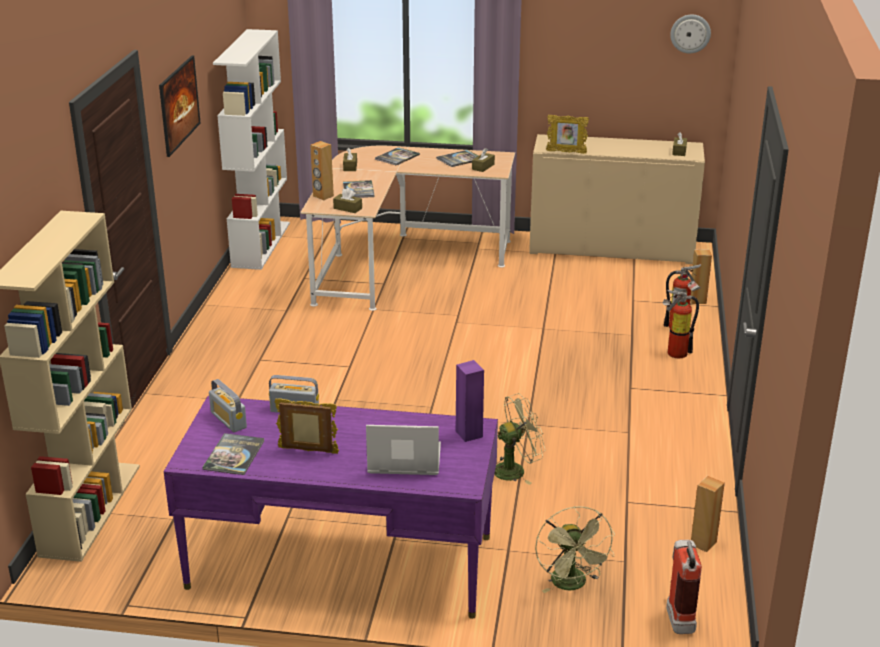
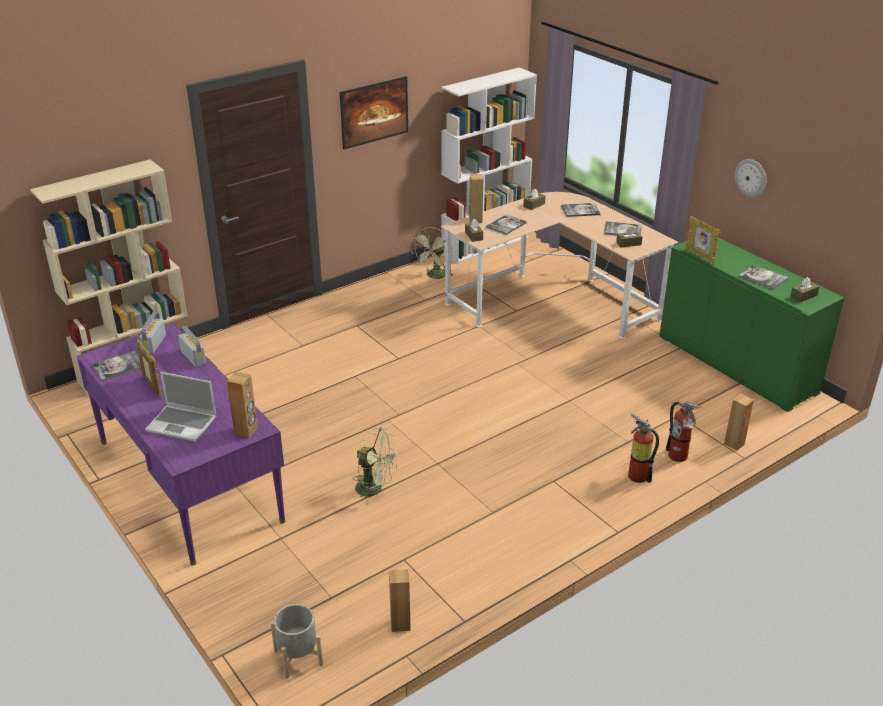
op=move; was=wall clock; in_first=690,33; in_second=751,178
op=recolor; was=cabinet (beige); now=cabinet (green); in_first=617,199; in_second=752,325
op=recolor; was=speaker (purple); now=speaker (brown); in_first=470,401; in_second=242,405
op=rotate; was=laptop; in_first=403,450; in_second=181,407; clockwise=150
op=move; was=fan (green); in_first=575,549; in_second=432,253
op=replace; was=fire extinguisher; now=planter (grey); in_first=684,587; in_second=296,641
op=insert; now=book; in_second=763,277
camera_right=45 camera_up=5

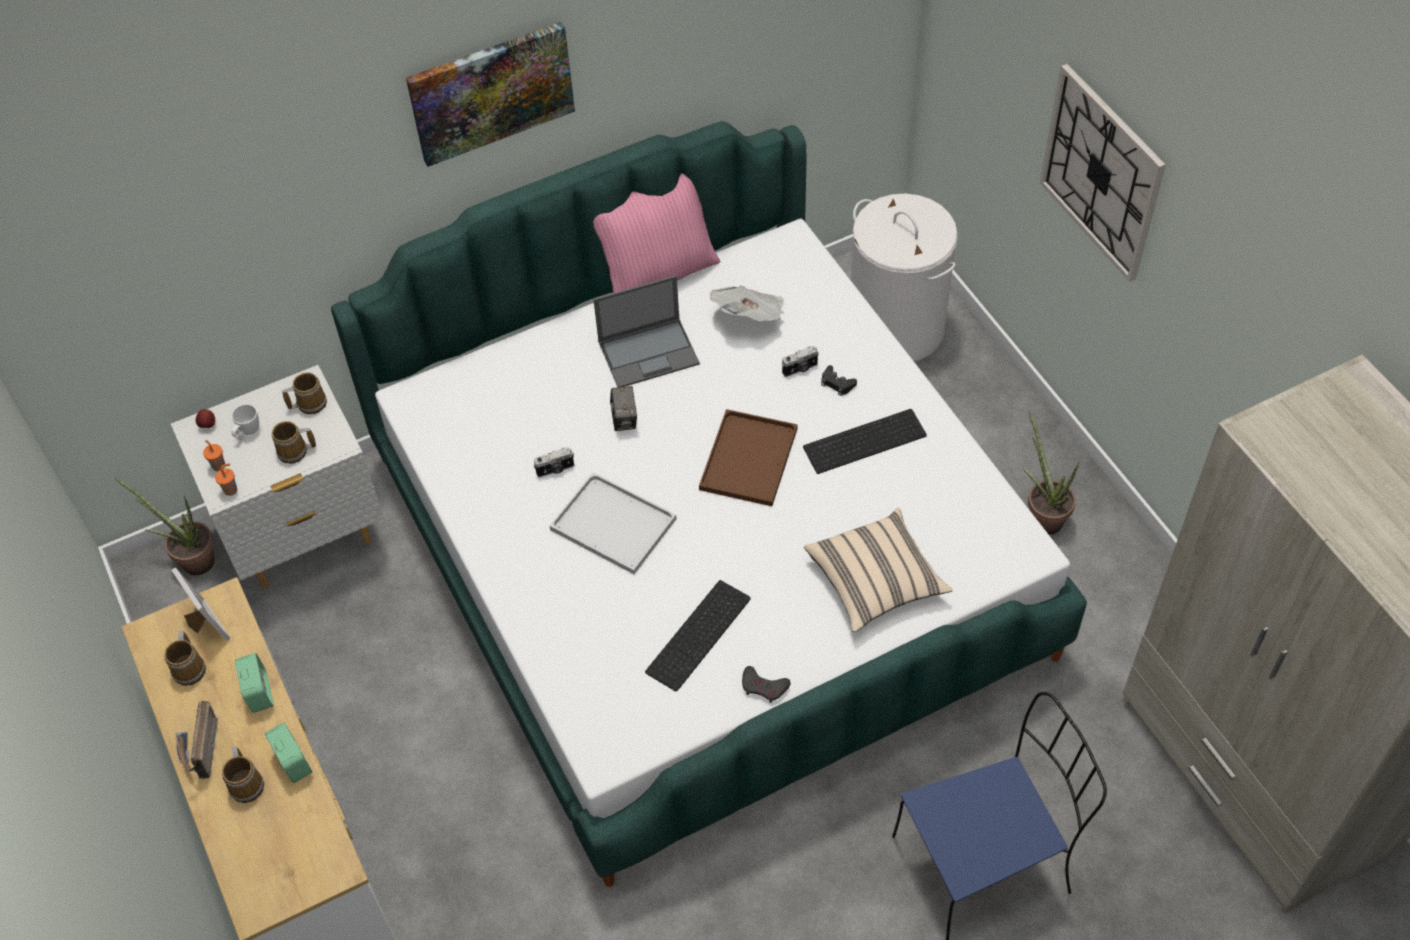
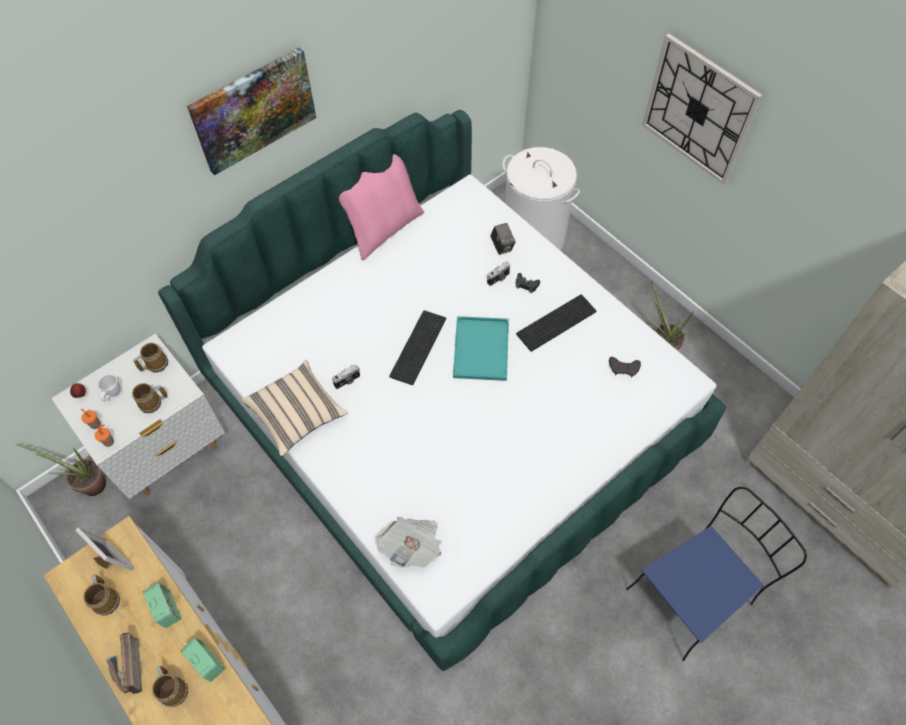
op=delete; was=laptop; in_first=646,331
op=move; was=newspaper; in_first=747,303; in_second=408,542
op=move; was=photo camera; in_first=623,408; in_second=503,239
op=recolor; was=tray (brown); now=tray (turquoise); in_first=748,457; in_second=481,348
op=delete; was=tray (white); in_first=613,523
op=move; was=pillow (beige); in_first=878,570; in_second=295,408
op=move; was=keyboard; in_first=698,635; in_second=417,347
op=move; was=game controller (grey); in_first=766,684; in_second=625,367
camera_right=-15 camera_up=5

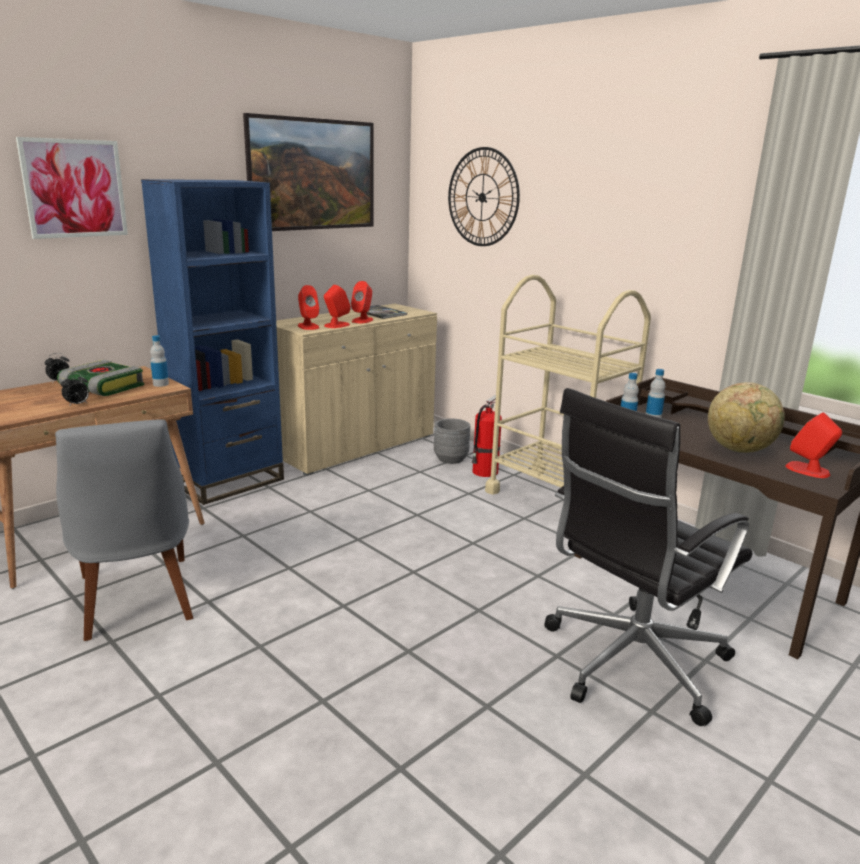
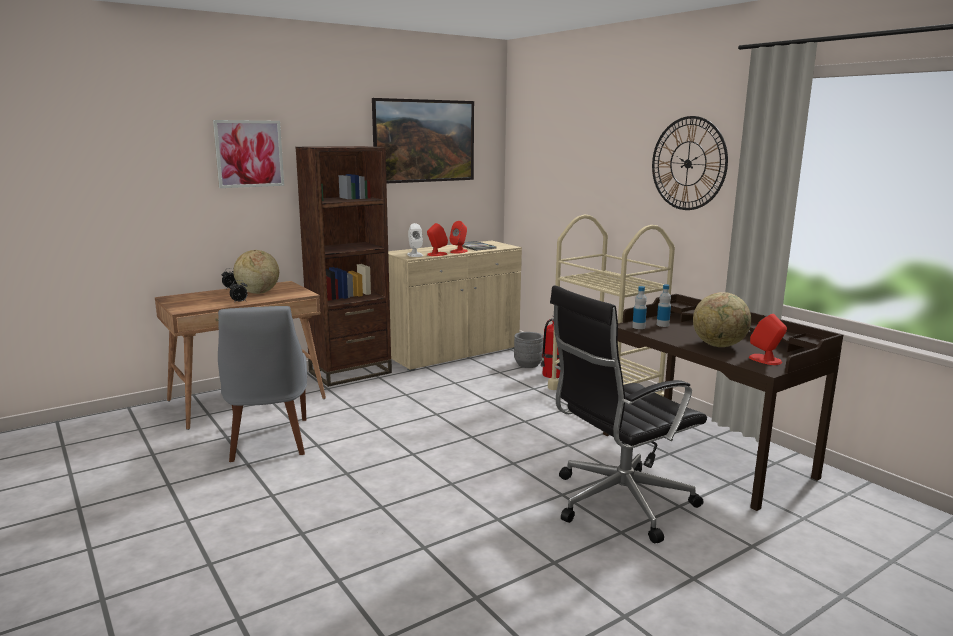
op=move; was=wall clock; in_first=484,196; in_second=690,163
op=recolor; was=bookcase (blue); now=bookcase (brown); in_first=212,342; in_second=344,266
op=recolor; was=speaker (red); now=speaker (white); in_first=308,307; in_second=415,240
op=delete; was=bottle; in_first=159,361
op=replace; was=book; now=globe; in_first=100,378; in_second=256,272
camera_right=10 camera_up=-5

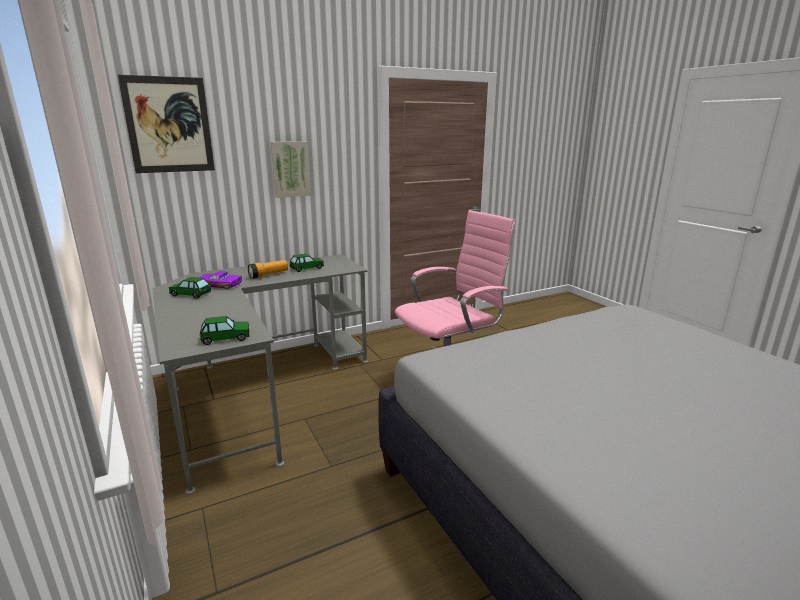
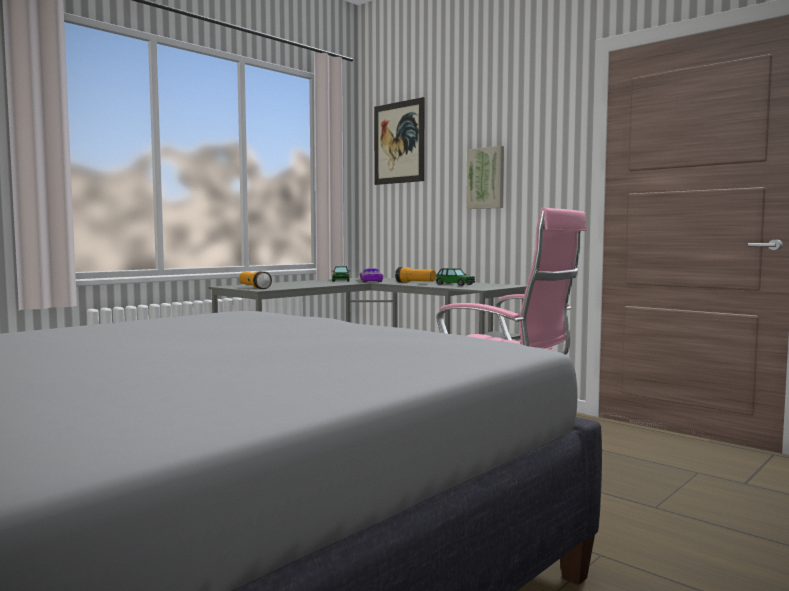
op=replace; was=toy car; now=flashlight; in_first=224,330; in_second=255,280
camera_right=70 camera_up=-15

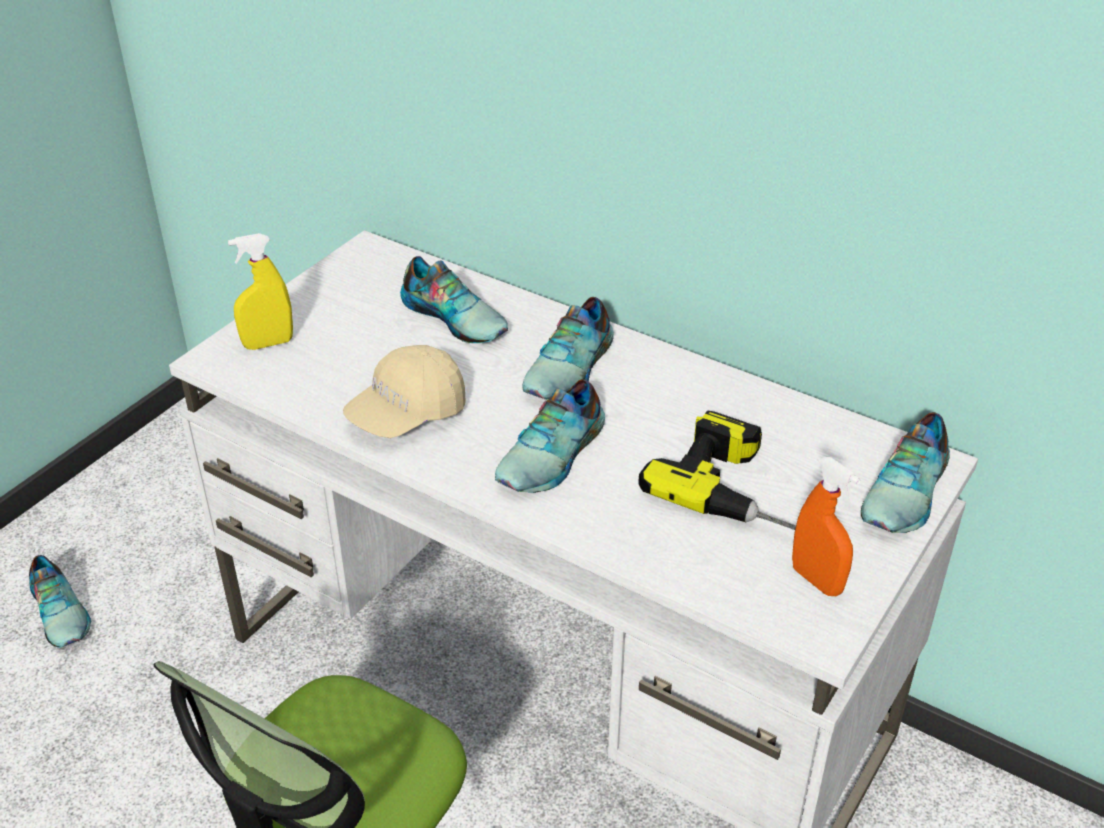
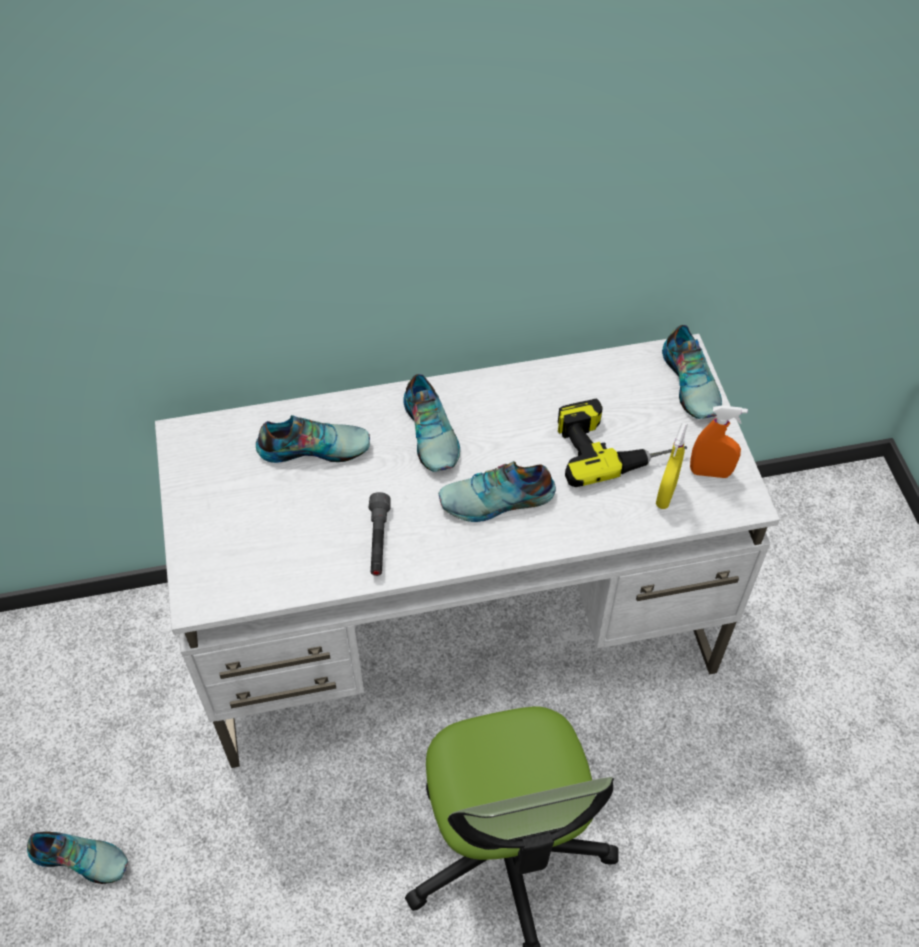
op=move; was=spray bottle (yellow); in_first=260,291; in_second=672,465
op=replace; was=cap (beige); now=flashlight (grey); in_first=404,391; in_second=379,534
op=rotate; was=shoe; in_first=550,436; in_second=497,491; clockwise=90
camera_right=-45 camera_up=15

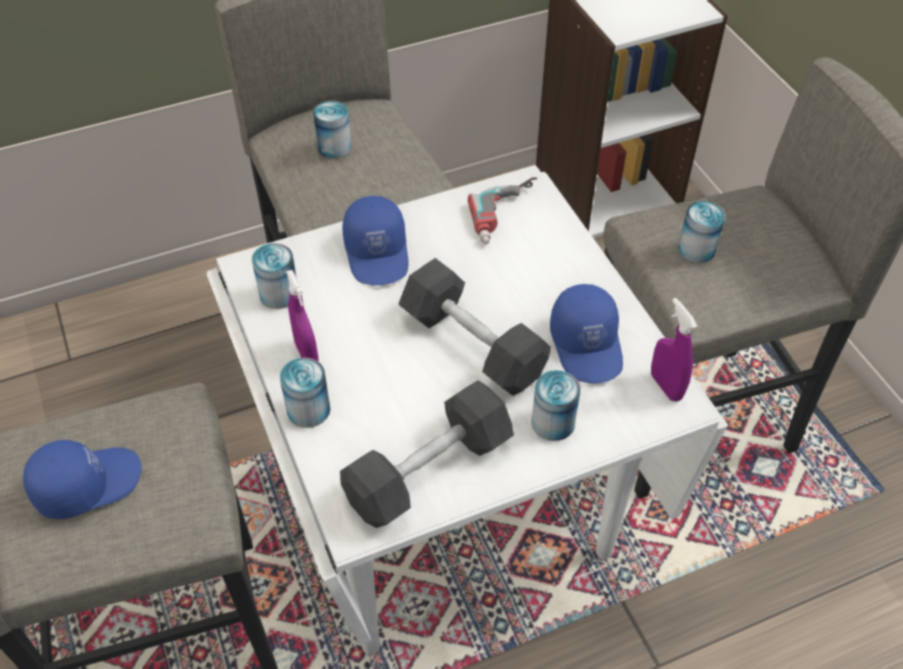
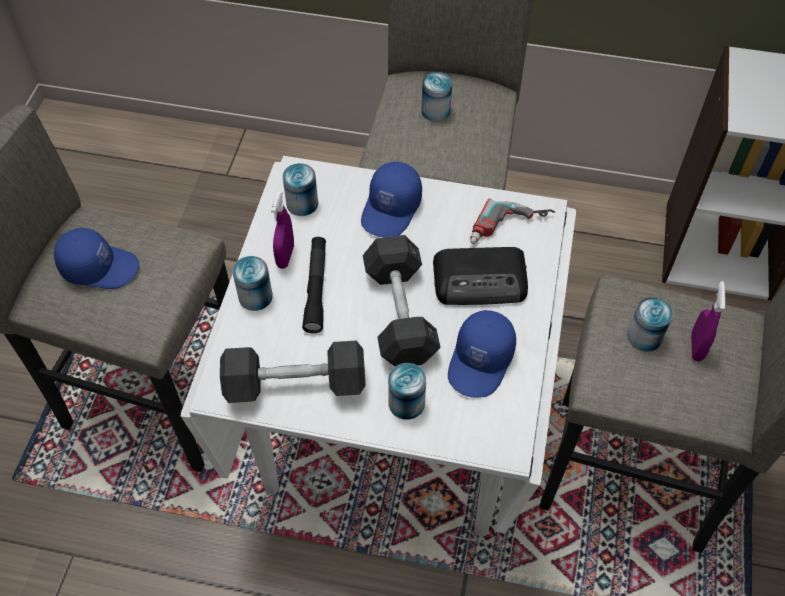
op=move; was=spray bottle (purple); in_first=674,349; in_second=708,321
op=insert; now=flashlight (black); in_second=314,285
op=insert; now=radio; in_second=480,276
camera_right=35 camera_up=5

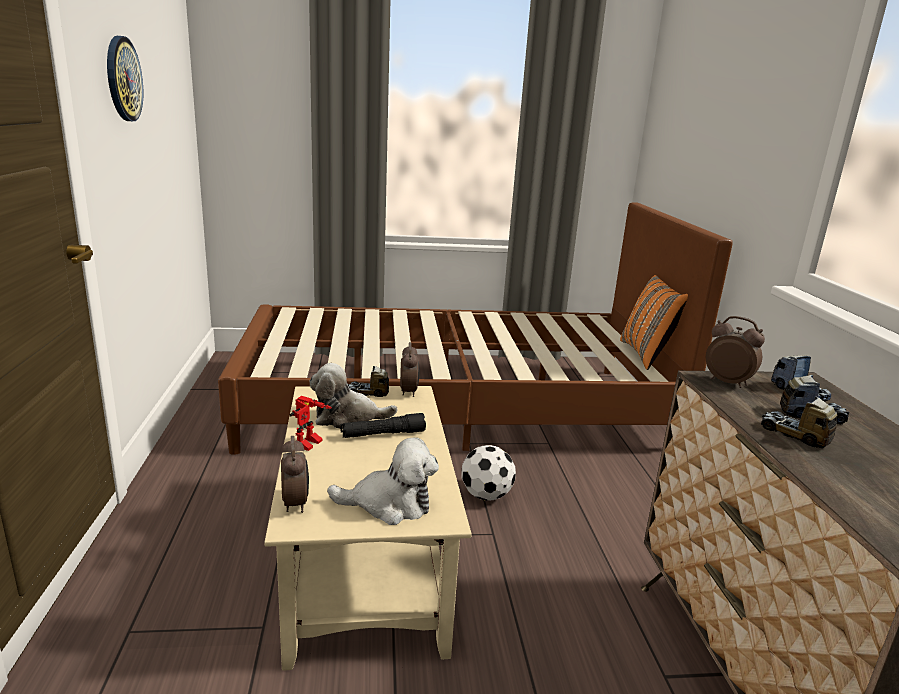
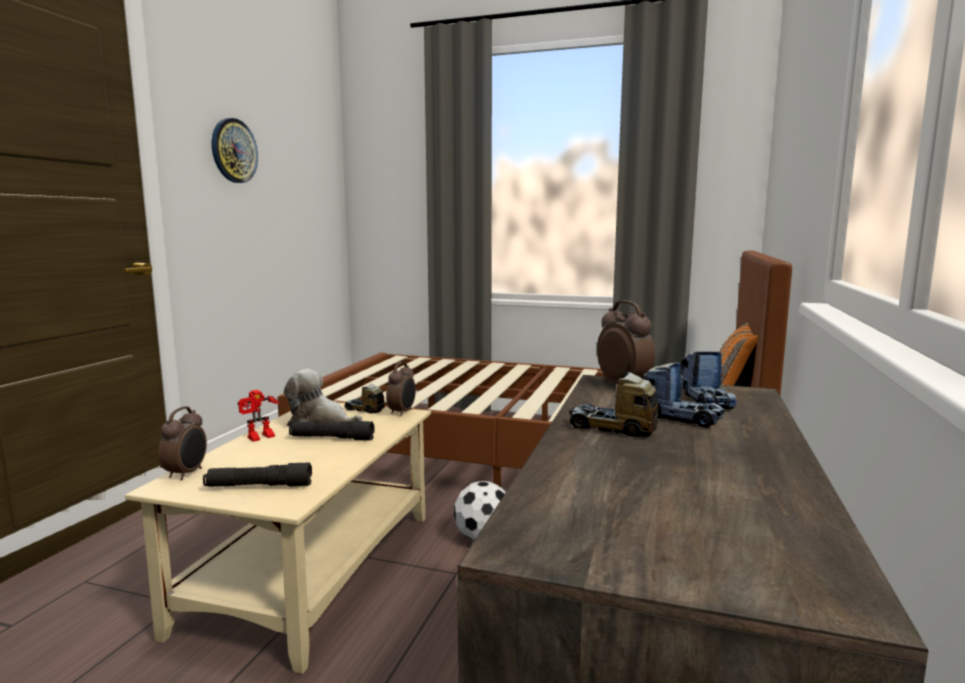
op=rotate; was=toy truck; in_first=799,422; in_second=613,404; clockwise=-45
op=replace; was=plush toy; now=flashlight (black); in_first=383,481; in_second=257,475
camera_right=25 camera_up=-10

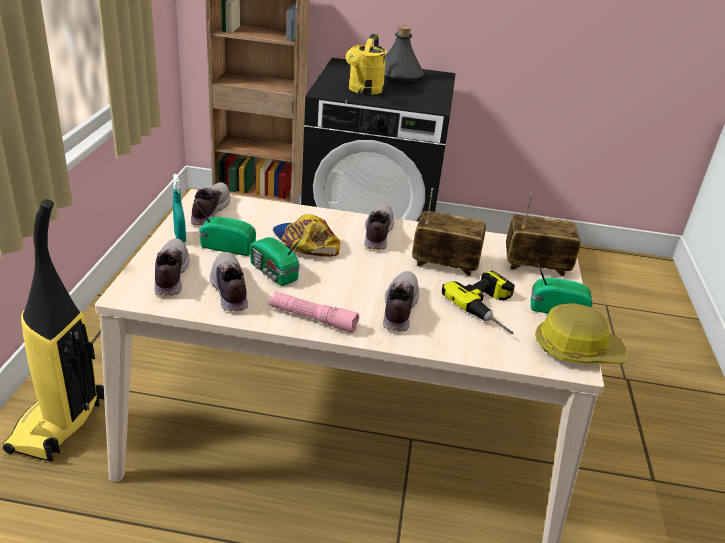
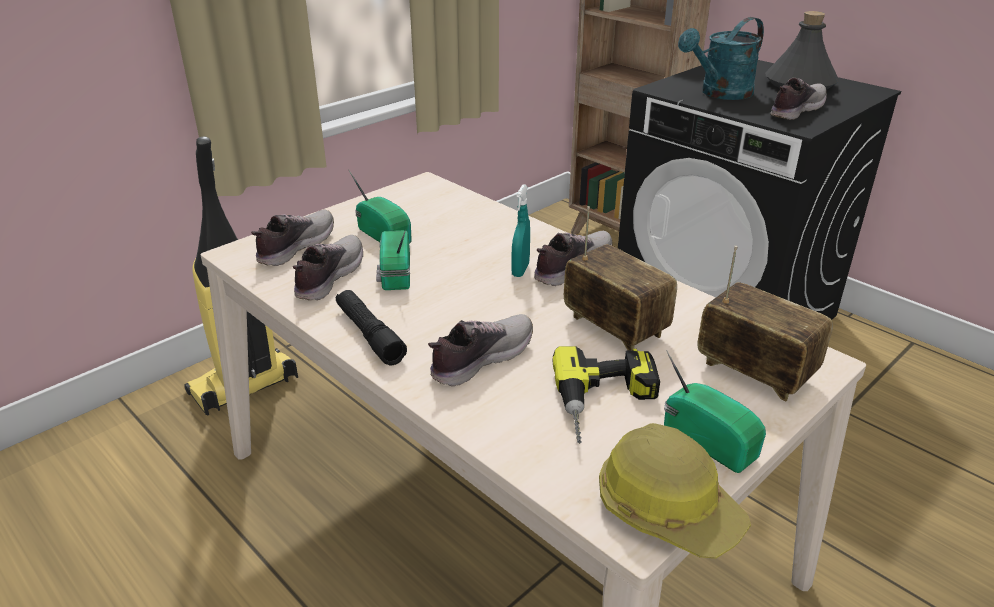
op=recolor; was=watering can (yellow); now=watering can (turquoise); in_first=366,64; in_second=721,58
op=move; was=spray bottle (turquoise); in_first=179,208; in_second=520,230
op=move; was=shoe; in_first=210,204; in_second=798,99
op=delete; was=cap; in_first=306,235
op=recolor; was=flashlight (pink); now=flashlight (black); in_first=314,312; in_second=371,328
camera_right=40 camera_up=0

